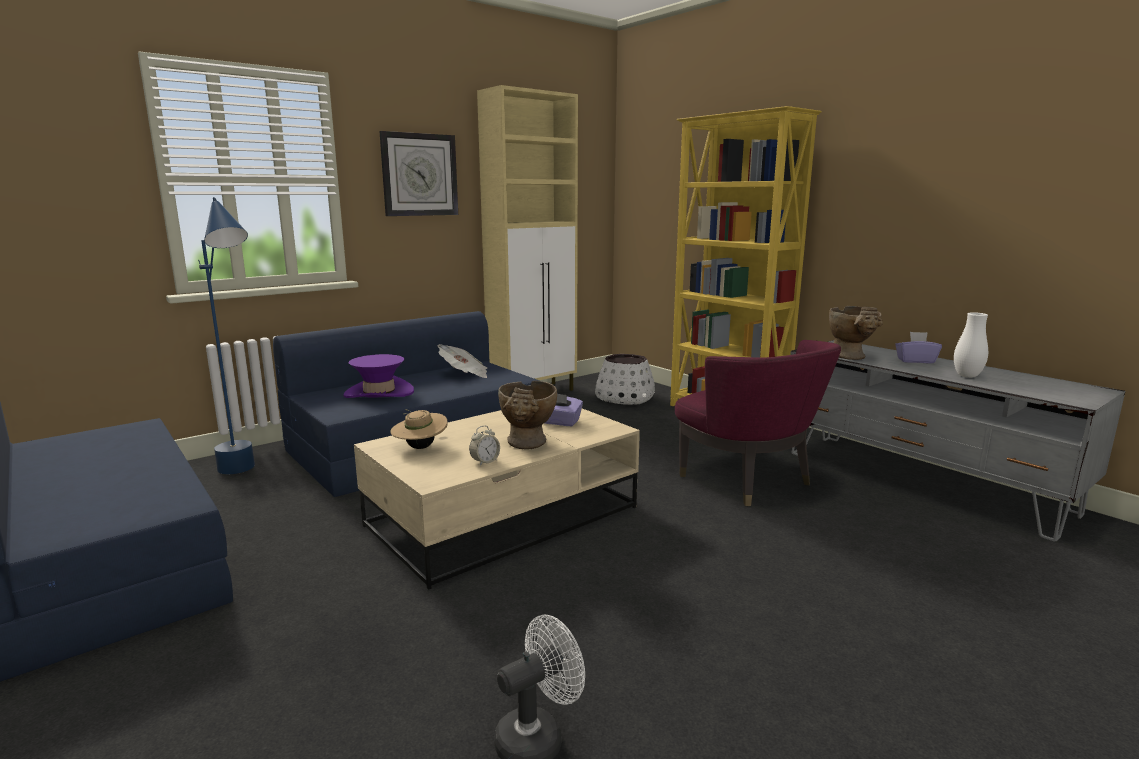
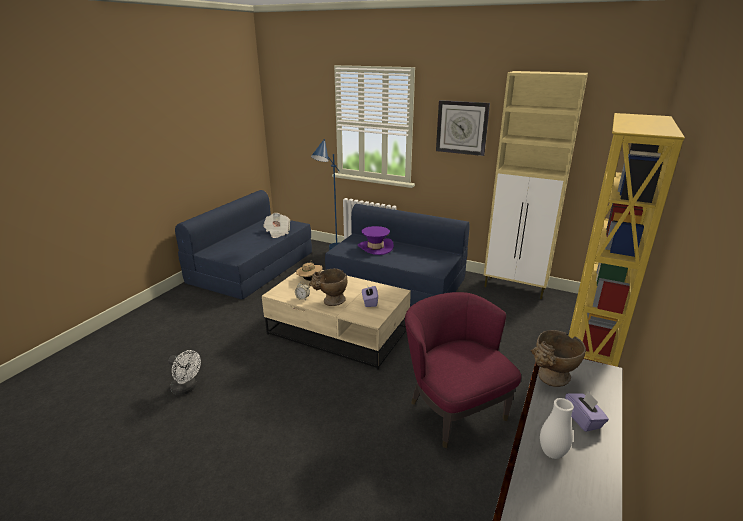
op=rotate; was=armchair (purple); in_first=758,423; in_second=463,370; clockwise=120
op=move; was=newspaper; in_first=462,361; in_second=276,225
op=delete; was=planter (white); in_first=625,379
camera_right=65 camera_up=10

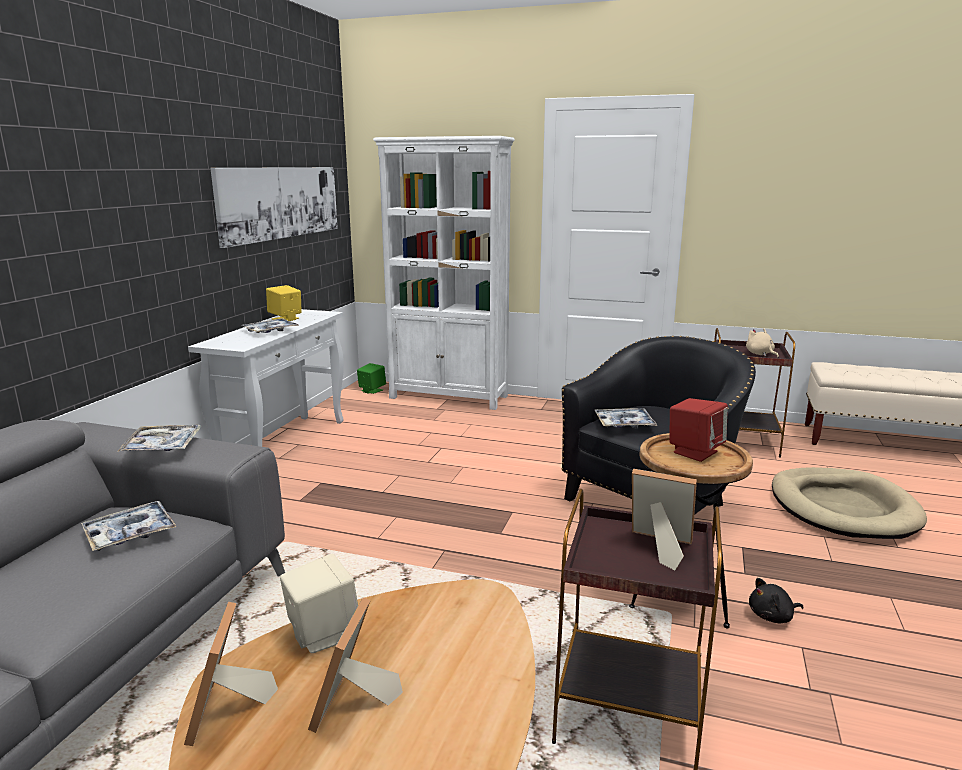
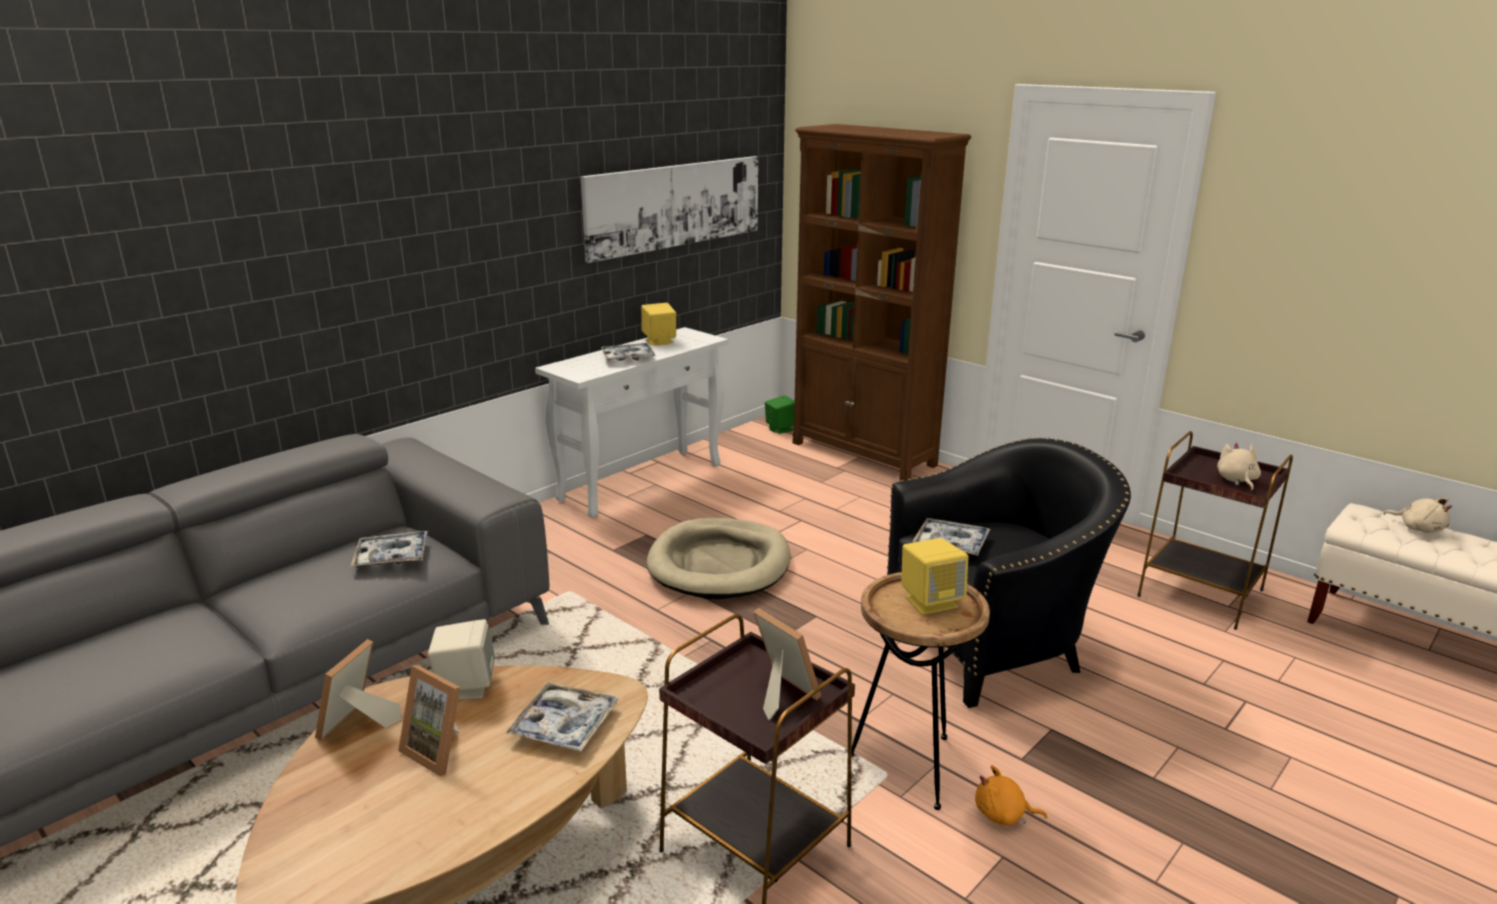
op=recolor; was=bookcase (white); now=bookcase (brown); in_first=444,273; in_second=882,302
op=recolor; was=speaker (red); now=speaker (yellow); in_first=698,430; in_second=935,576
op=move; was=tray; in_first=159,438; in_second=561,716
op=move; was=dog bed (beige); in_first=849,503; in_second=718,558
op=recolor; was=plush toy (black); now=plush toy (orange); in_first=776,600; in_second=1011,795
op=rotate; was=picture frame; in_first=355,665; in_second=429,720; clockwise=-90
op=insert; now=plush toy (beige); in_second=1417,515
camera_right=25 camera_up=5

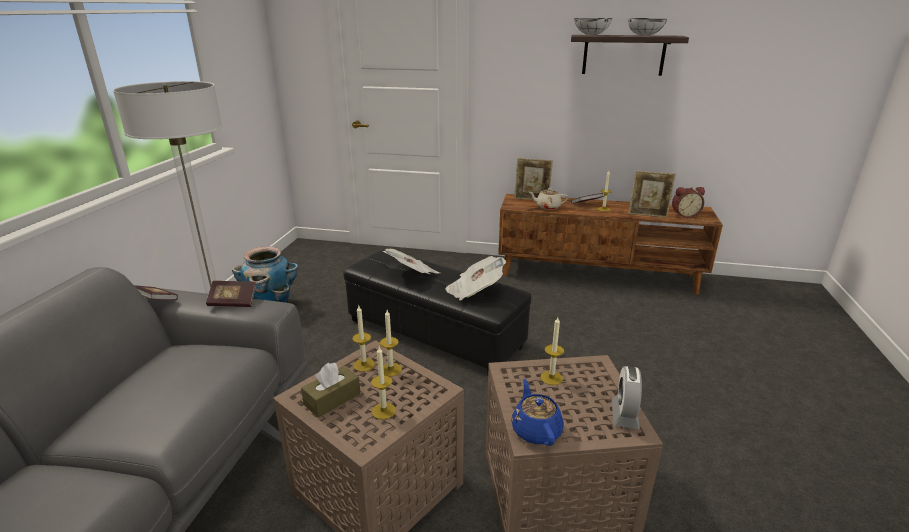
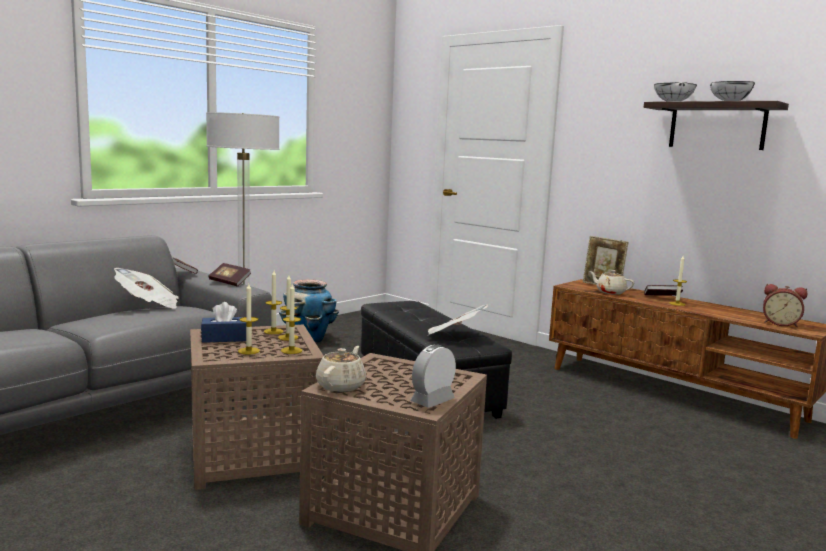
op=delete; was=picture frame; in_first=652,194
op=move; was=newspaper; in_first=411,261; in_second=146,288
op=move; was=candle; in_first=552,351; in_second=291,318
op=recolor; was=tissue box (brown); now=tissue box (blue); in_first=331,390; in_second=223,322
op=recolor; was=teapot (blue); now=teapot (beige); in_first=537,412; in_second=341,369
camera_right=30 camera_up=-15

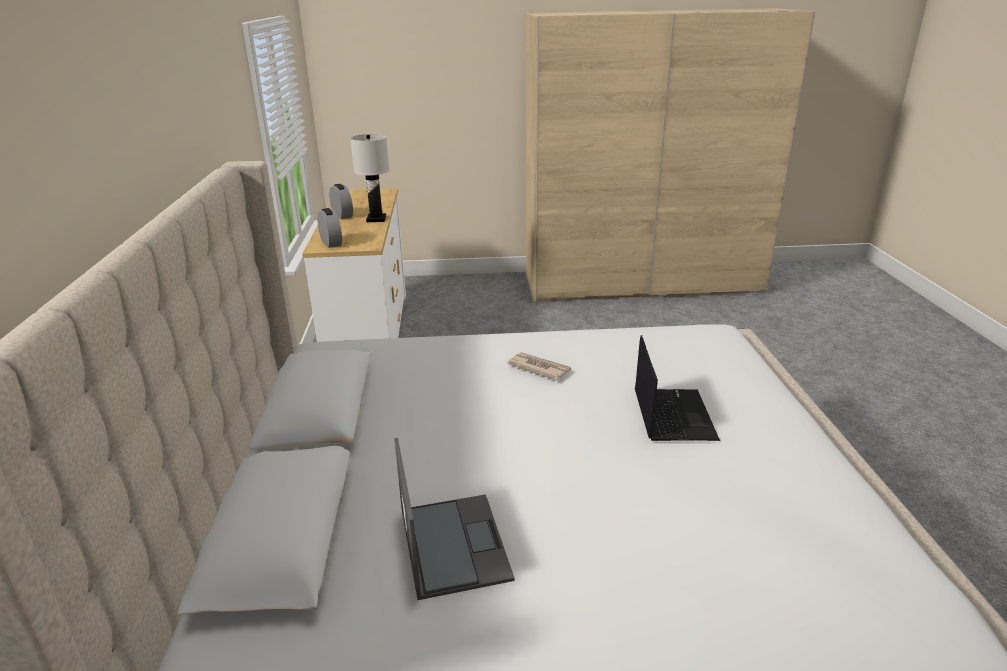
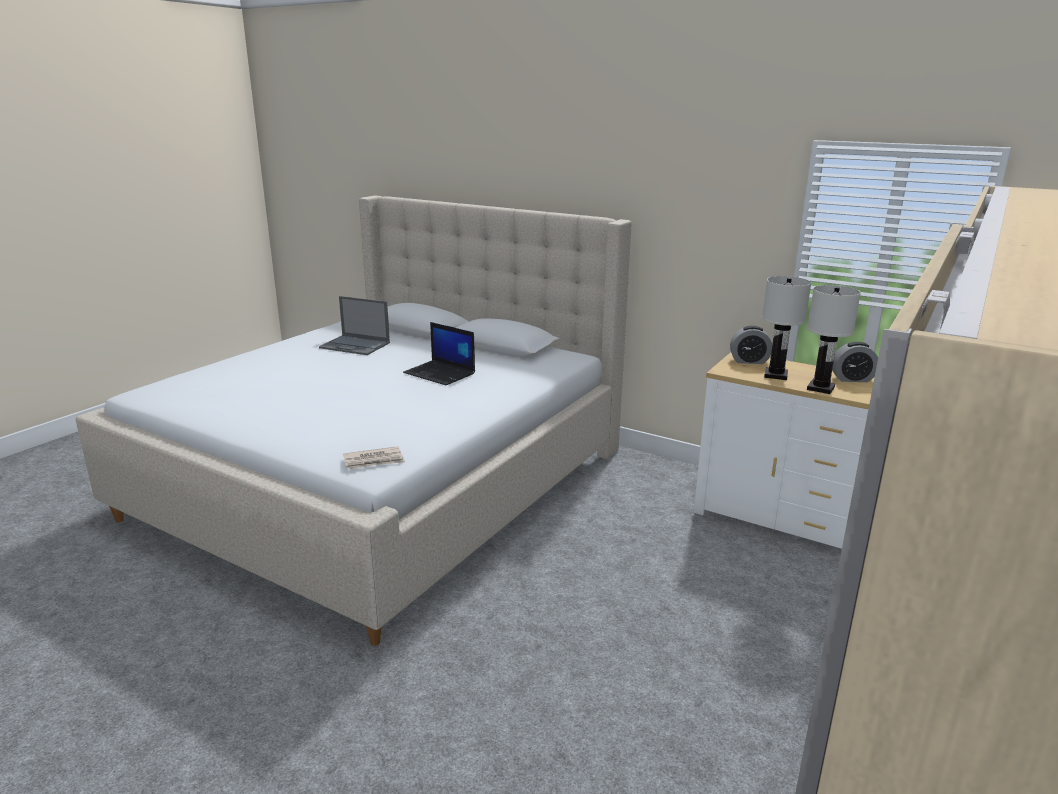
op=move; was=laptop; in_first=677,388; in_second=439,353
op=move; was=newspaper; in_first=539,366; in_second=374,457
op=insert; now=table lamp (white); in_second=786,328
camera_right=125 camera_up=-5

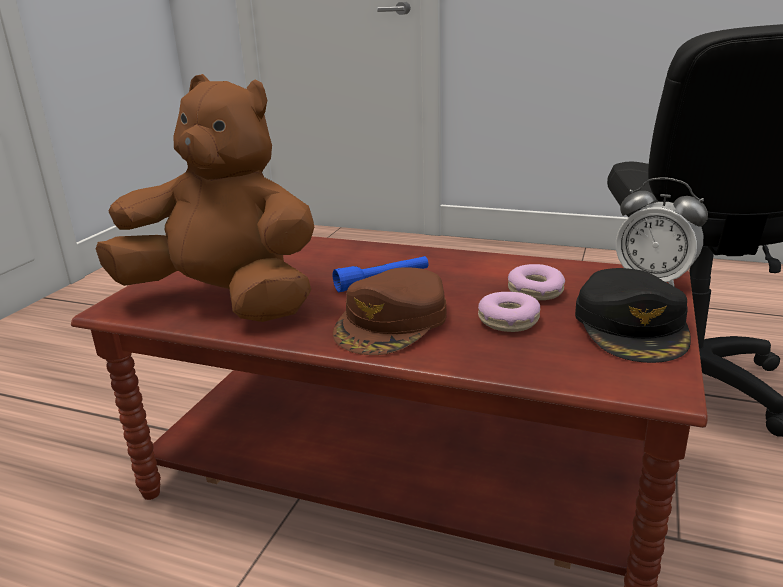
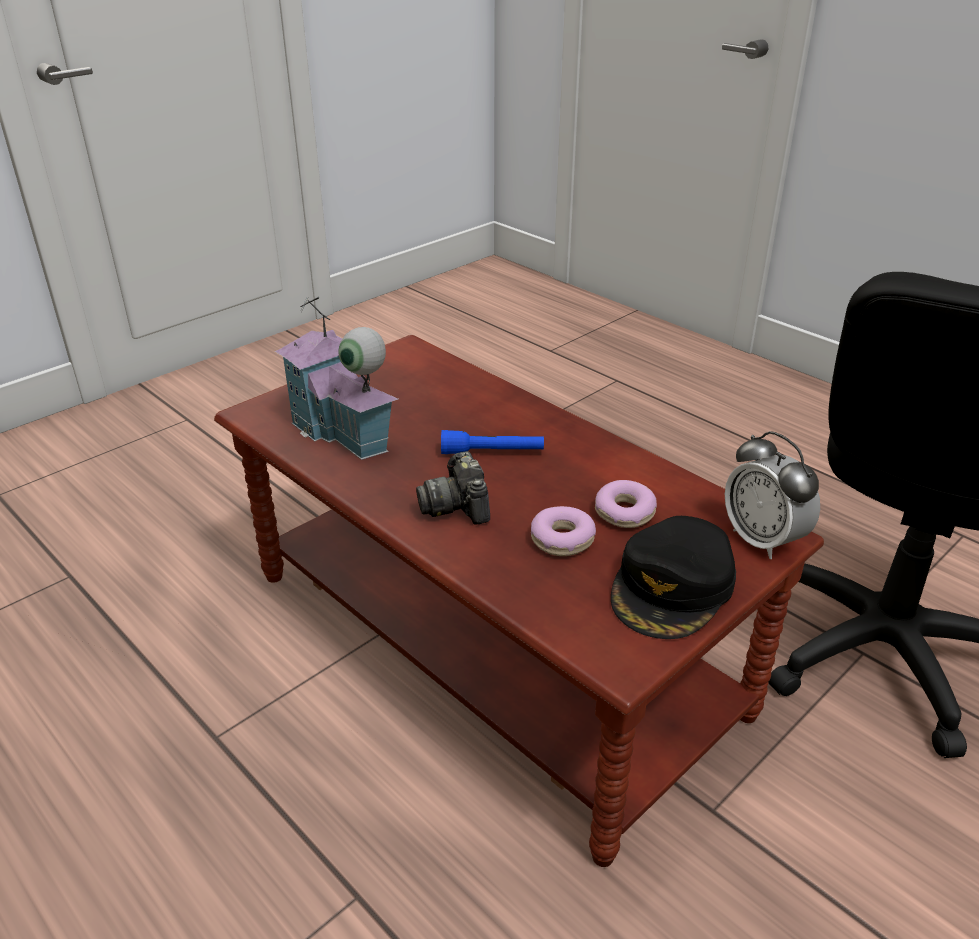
op=replace; was=plush toy (brown); now=toy house; in_first=205,198; in_second=336,378
op=replace; was=cap (brown); now=photo camera; in_first=389,311; in_second=453,488
camera_right=25 camera_up=10

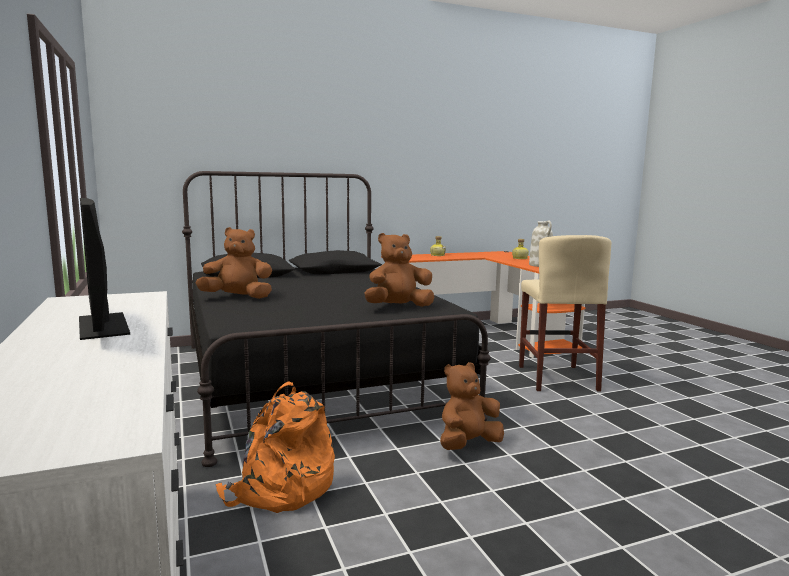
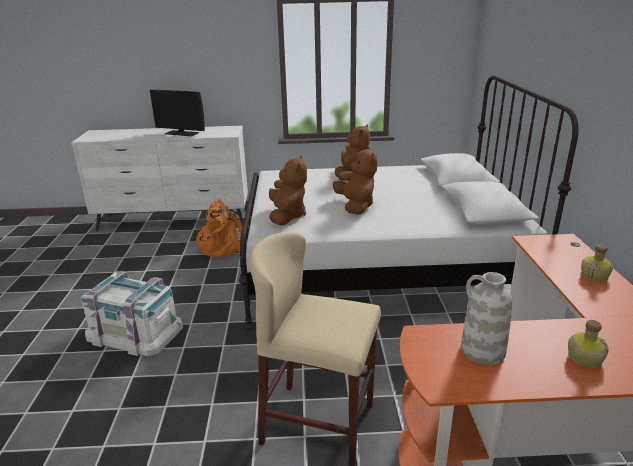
op=recolor; was=bed (black); now=bed (white); in_first=336,319; in_second=409,202
op=rotate; was=monitor; in_first=104,269; in_second=177,113; clockwise=-150
op=move; was=plush toy (brown); in_first=472,406; in_second=355,181
op=insert; now=storage box (white); in_second=132,313
camera_right=110 camera_up=15

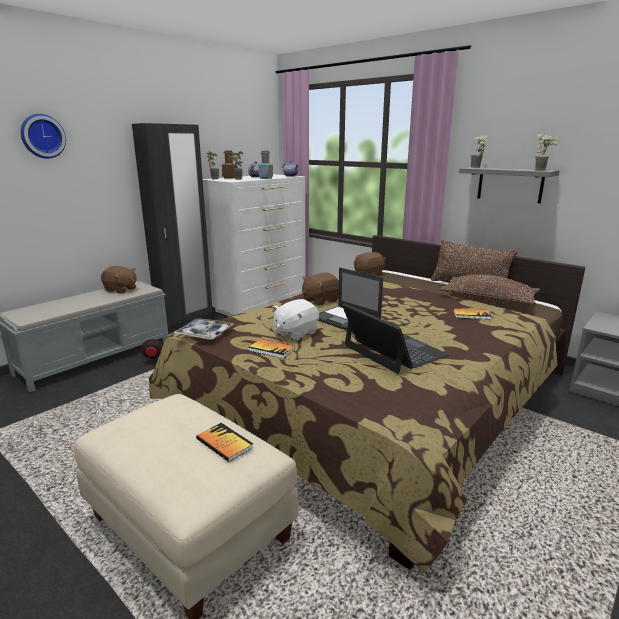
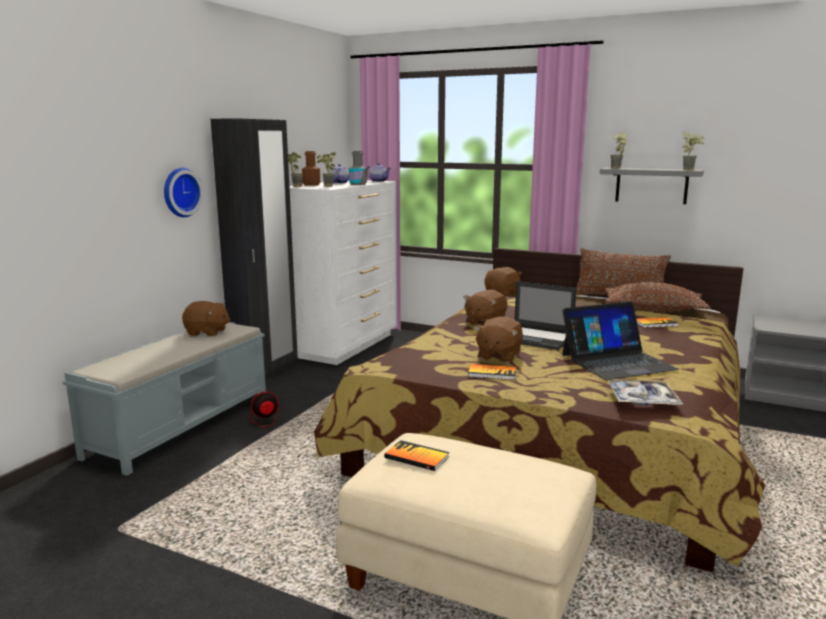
op=move; was=wall clock; in_first=43,136; in_second=183,192
op=recolor; was=plush toy (white); now=plush toy (brown); in_first=295,320; in_second=498,339
op=rotate; was=laptop; in_first=395,338; in_second=620,341; clockwise=120
op=move; was=tray; in_first=204,329; in_second=645,392
op=move; was=book; in_first=225,442; in_second=416,455
camera_right=-15 camera_up=-5

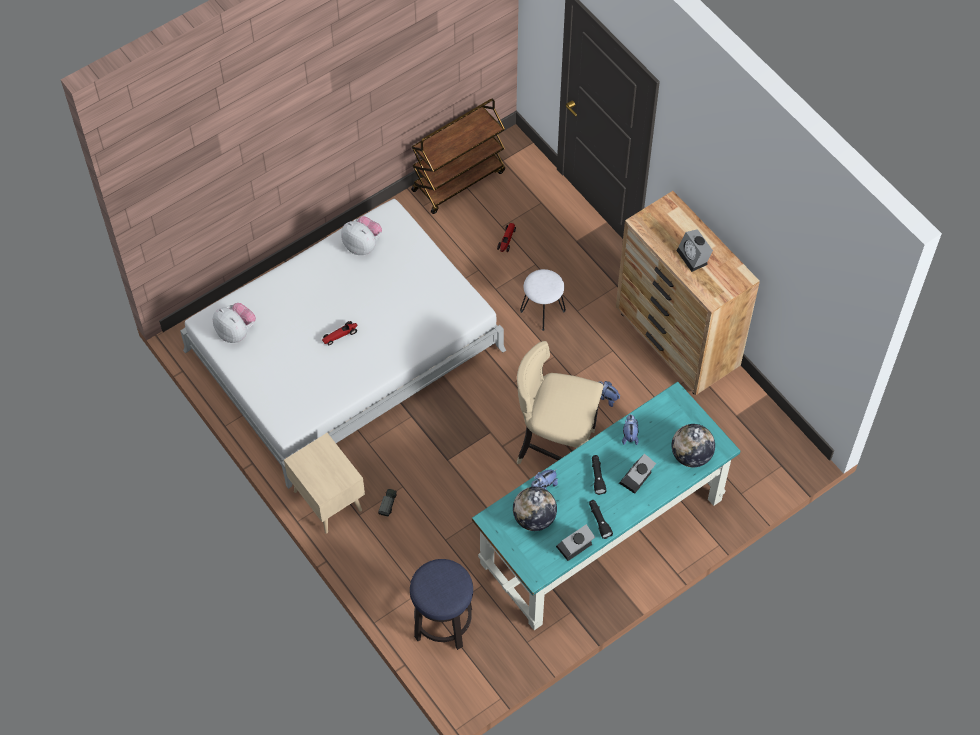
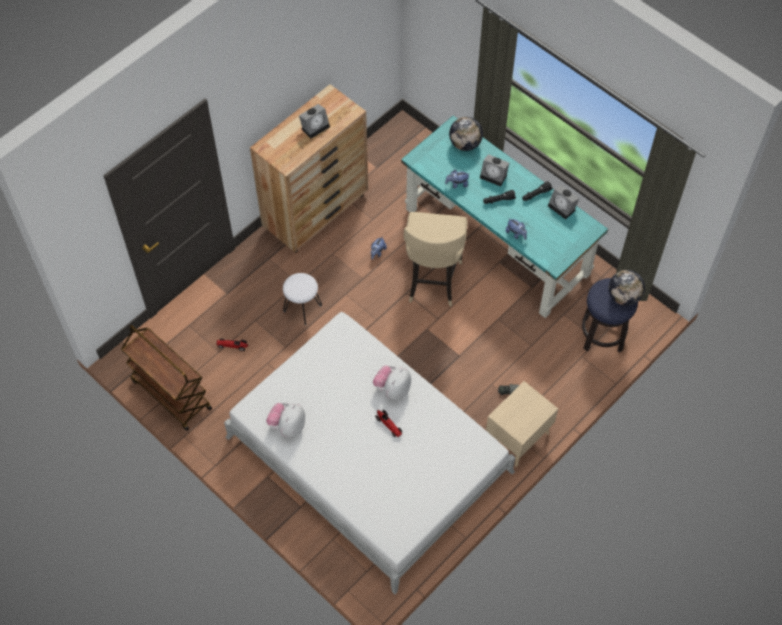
op=move; was=plush toy; in_first=234,323; in_second=392,382
op=move; was=globe; in_first=535,509; in_second=627,288
camera_right=-100 camera_up=0

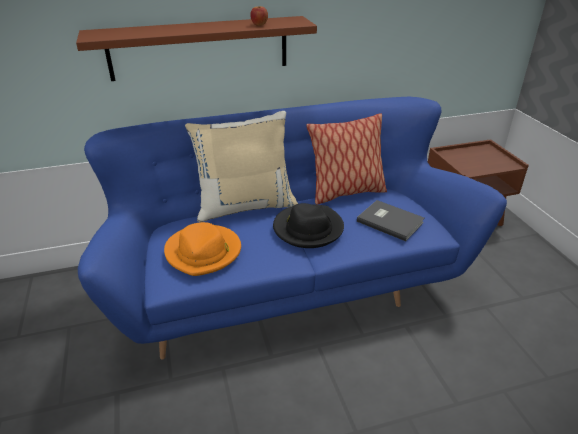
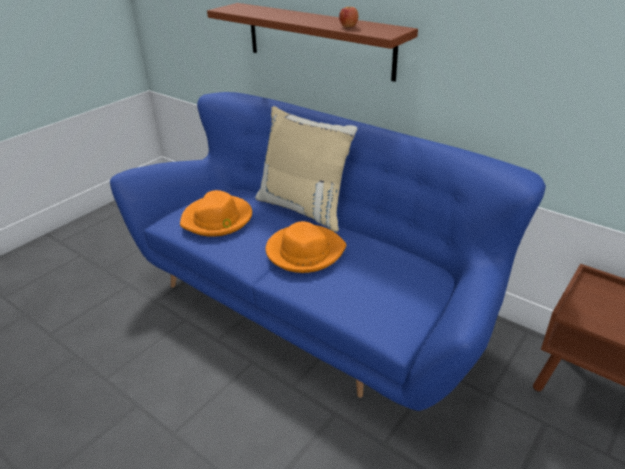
op=delete; was=pillow; in_first=346,158
op=delete; was=book (grey); in_first=390,220
op=recolor; was=hat (black); now=hat (orange); in_first=308,225; in_second=306,247
camera_right=55 camera_up=0

